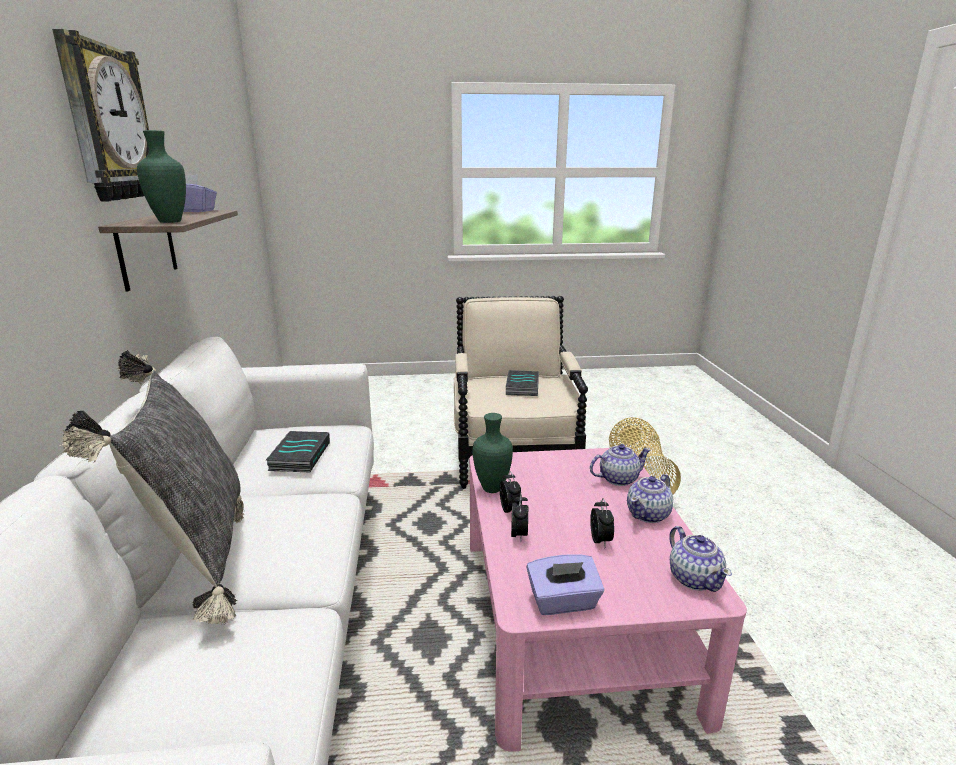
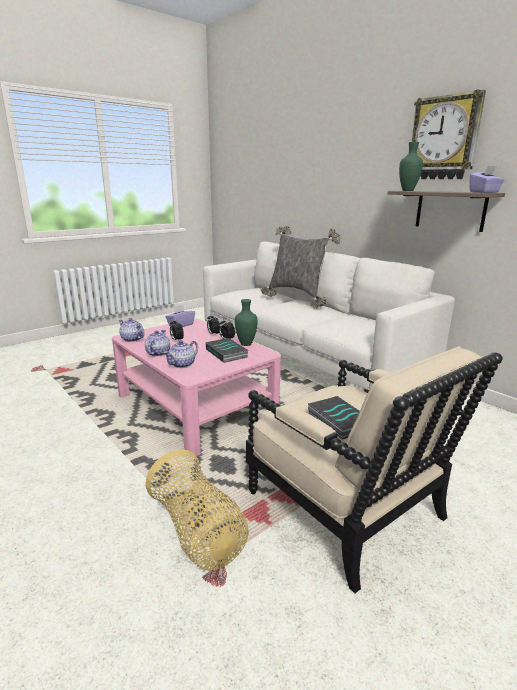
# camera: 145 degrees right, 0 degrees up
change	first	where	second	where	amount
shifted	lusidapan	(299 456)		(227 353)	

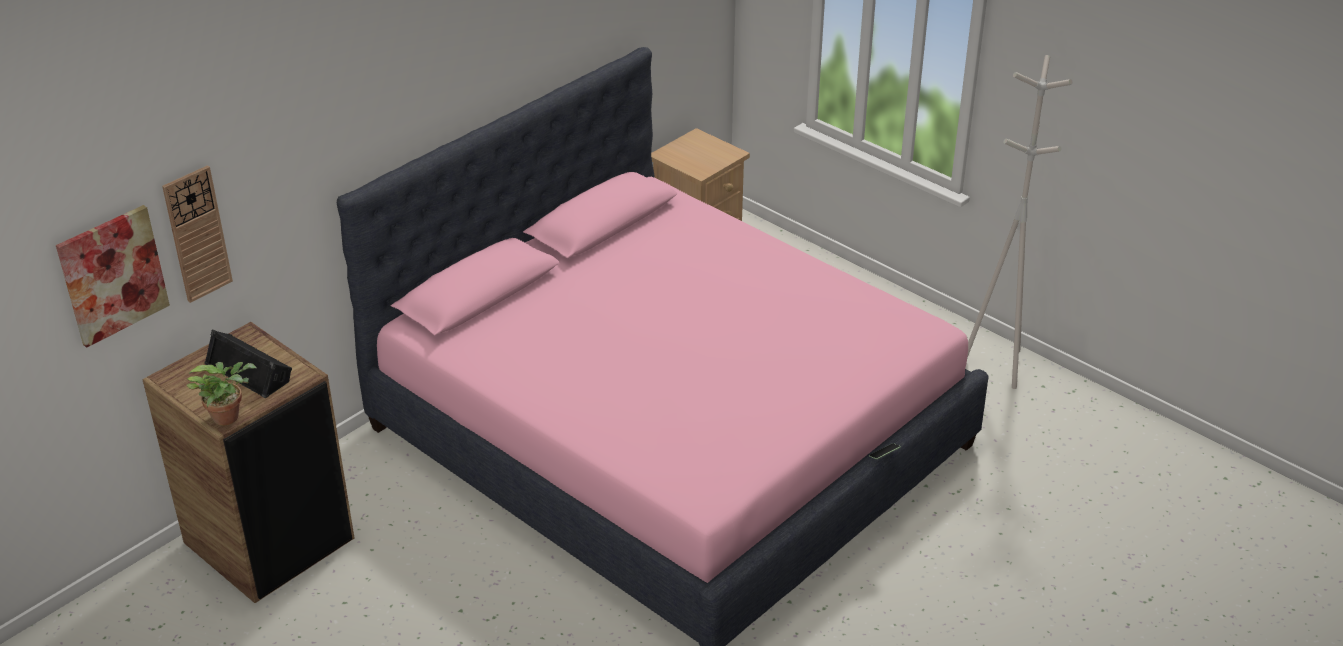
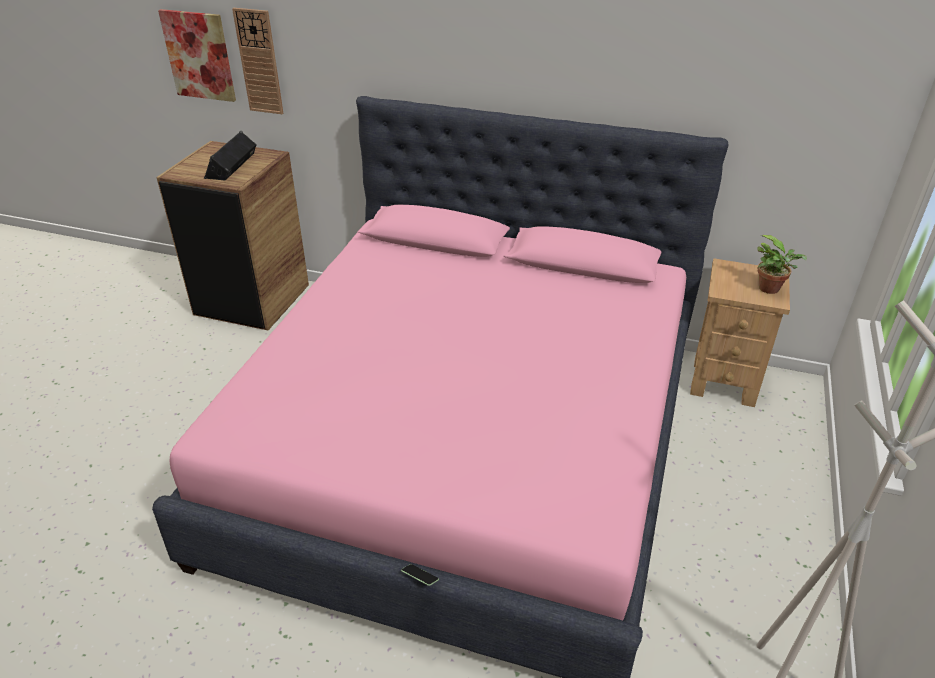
# camera: 65 degrees right, 0 degrees up
change	first	where	second	where	amount
shifted	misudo	(229 416)		(771 289)	

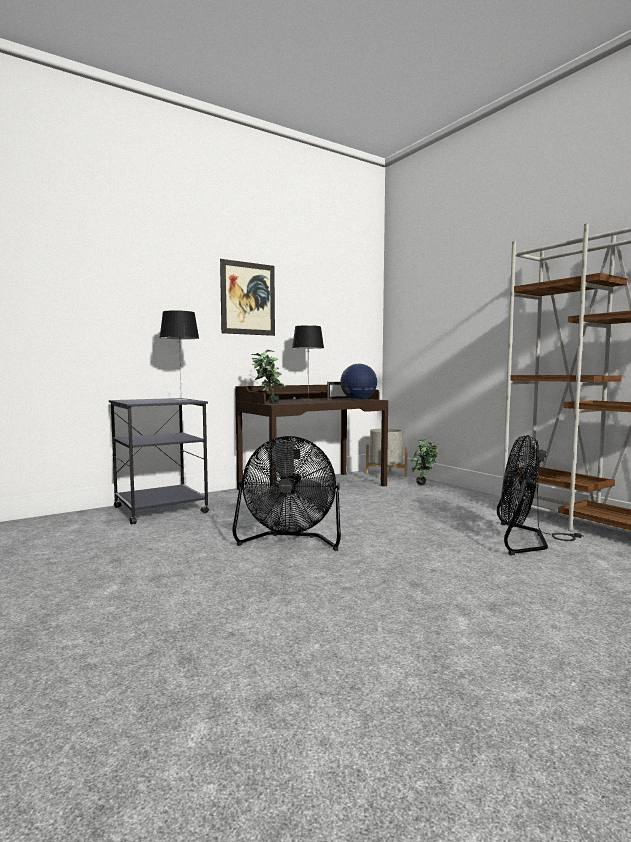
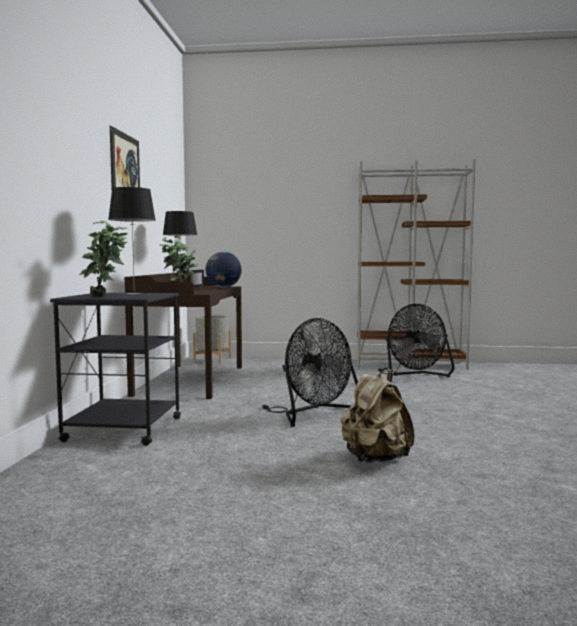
# camera: 50 degrees left, 0 degrees up
change	first	where	second	where	amount
new			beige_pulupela	(374 459)	
shifted	misudo	(424 485)		(106 297)	
rotated	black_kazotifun	(527 539)		(410 376)	75 degrees counterclockwise

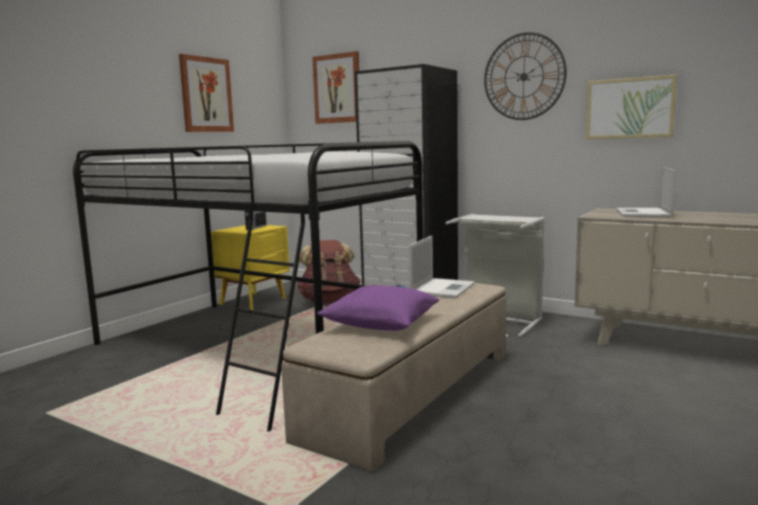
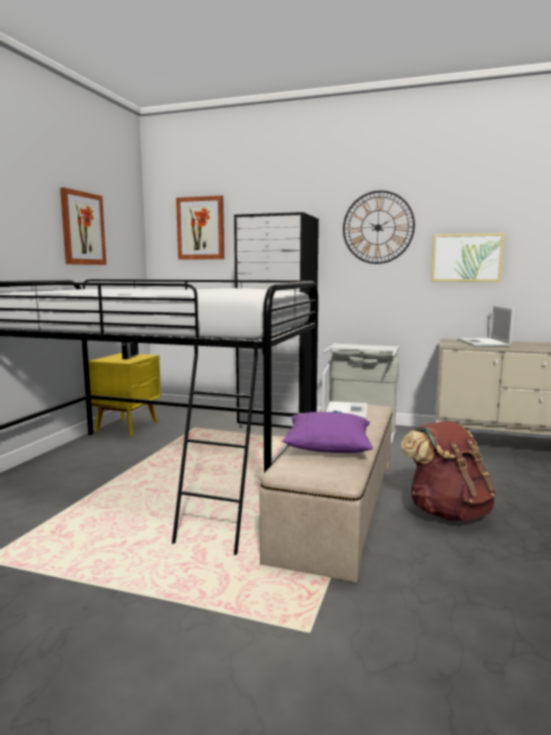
# camera: 15 degrees left, 0 degrees up
change	first	where	second	where	amount
shifted	brown_pulupela	(329 302)		(447 512)	

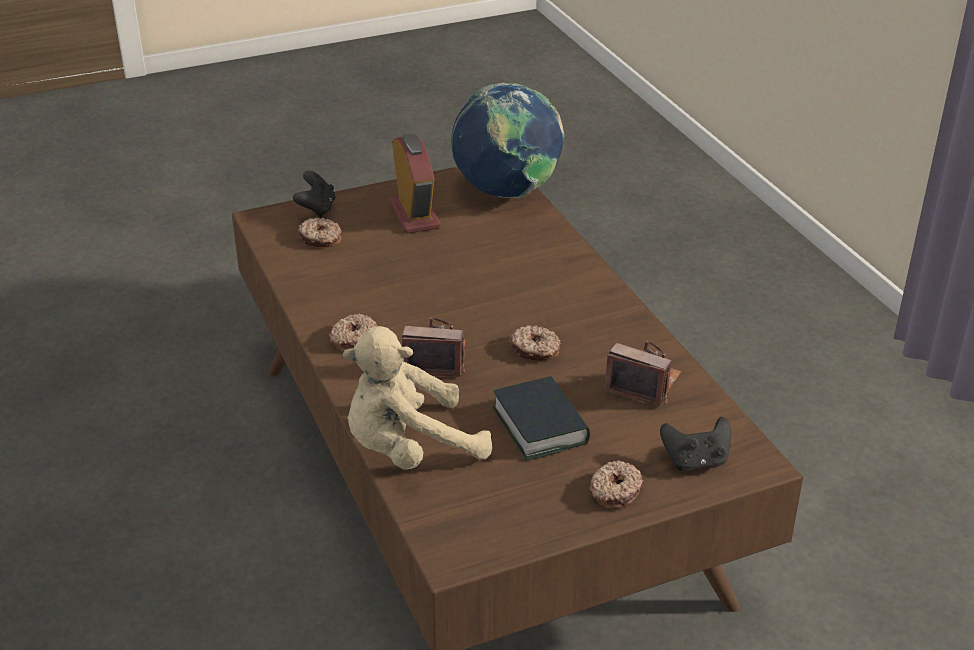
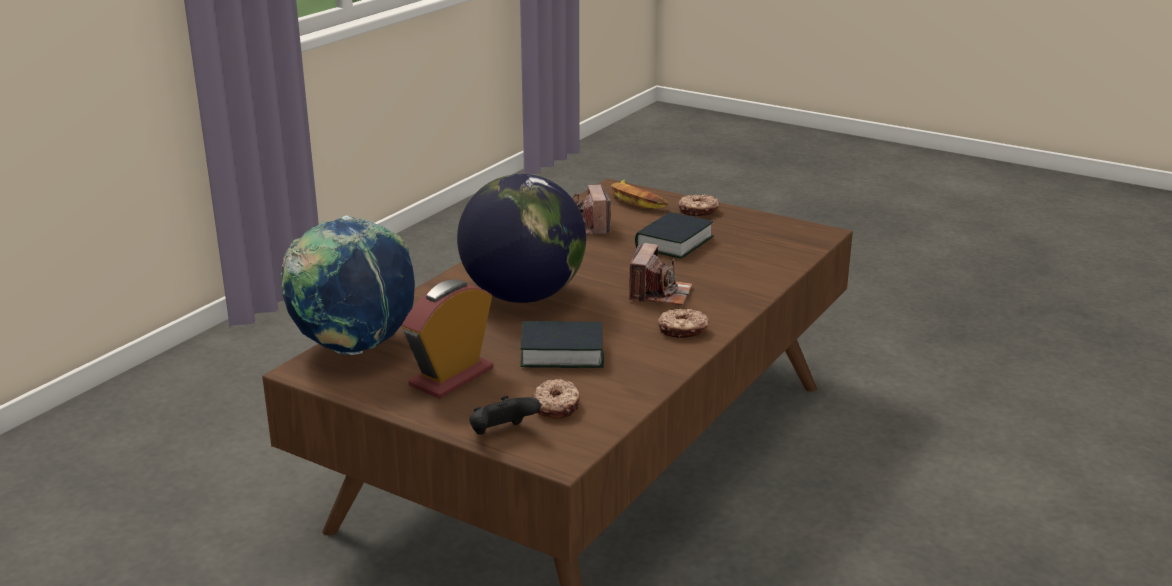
# camera: 125 degrees left, 10 degrees down
change	first	where	second	where	amount
gone	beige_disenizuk	(409 449)			
gone	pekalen	(535 350)			
new			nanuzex	(523 295)	
new			lusidapan	(561 353)	
swapped	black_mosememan	(695 461)	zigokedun	(637 200)	
rotated	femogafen	(435 360)		(659 293)	135 degrees counterclockwise

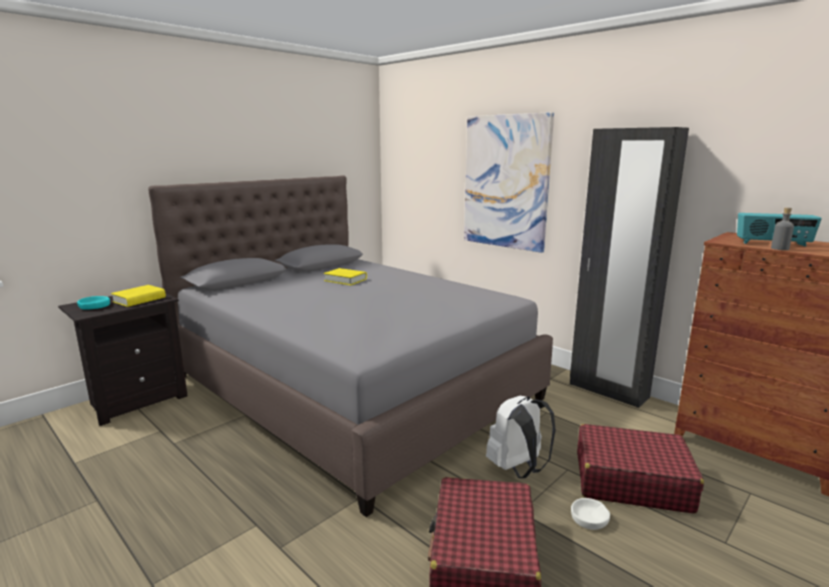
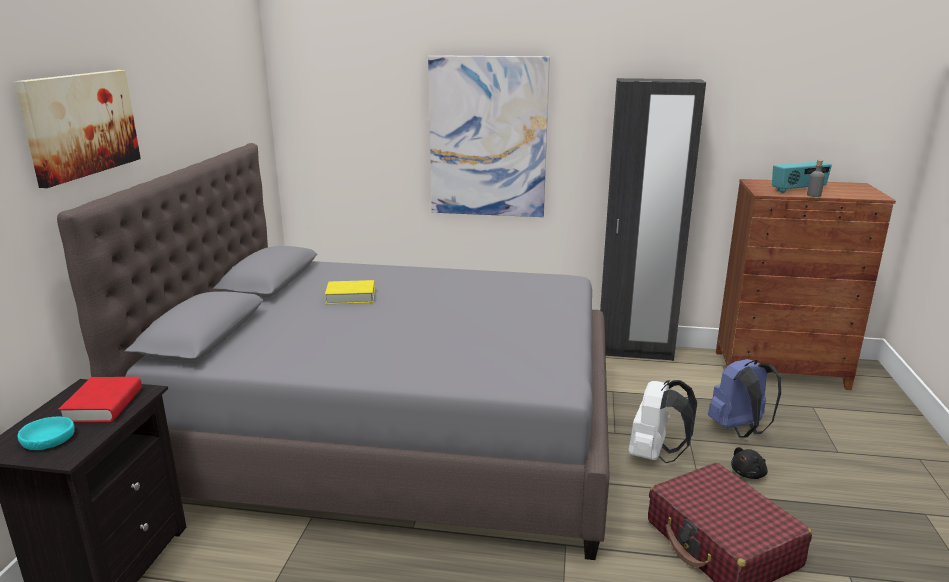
# camera: 35 degrees left, 5 degrees up
change	first	where	second	where	amount
new			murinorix	(80 124)	
swapped	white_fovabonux	(589 518)	black_disenizuk	(749 474)	
swapped	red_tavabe	(631 481)	blue_pulupela	(739 429)	
repainted	yellow_lusidapan	(139 300)	red_lusidapan	(104 405)	

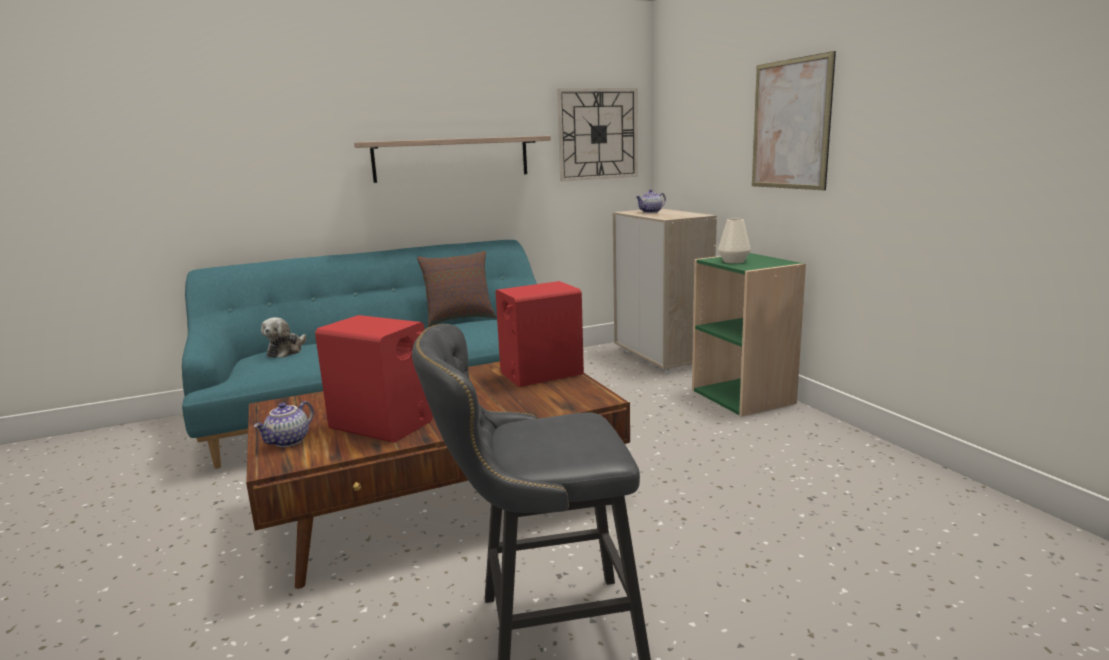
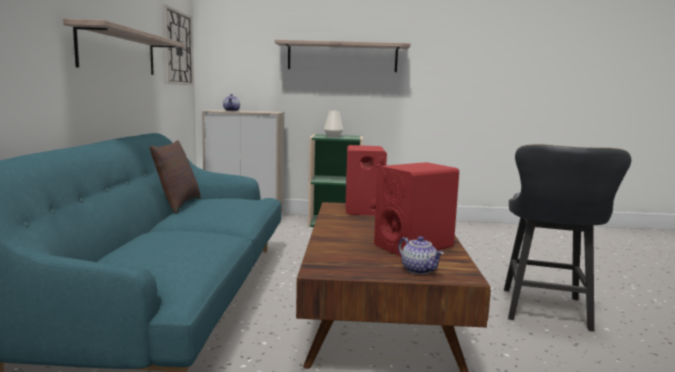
# camera: 65 degrees left, 5 degrees down
change	first	where	second	where	amount
gone	disenizuk	(286 351)			
swapped	murinorix	(790 125)	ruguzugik	(342 57)	

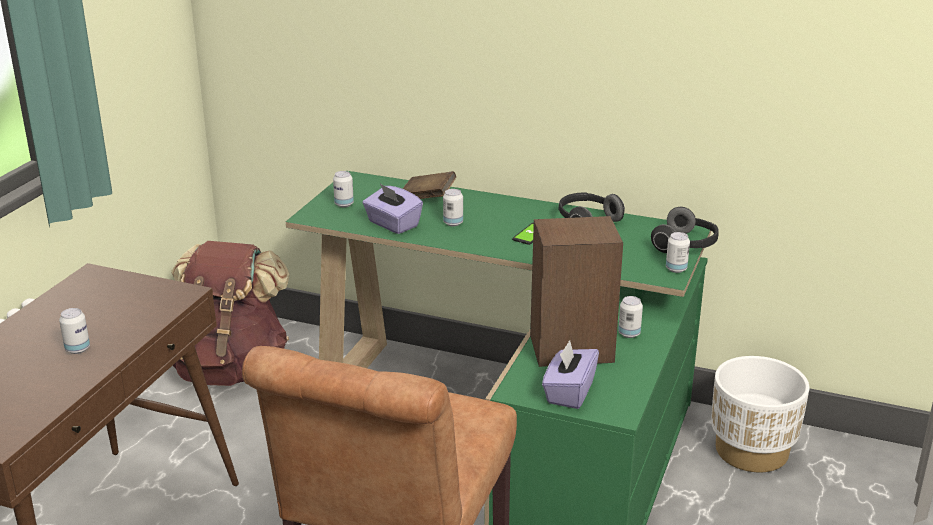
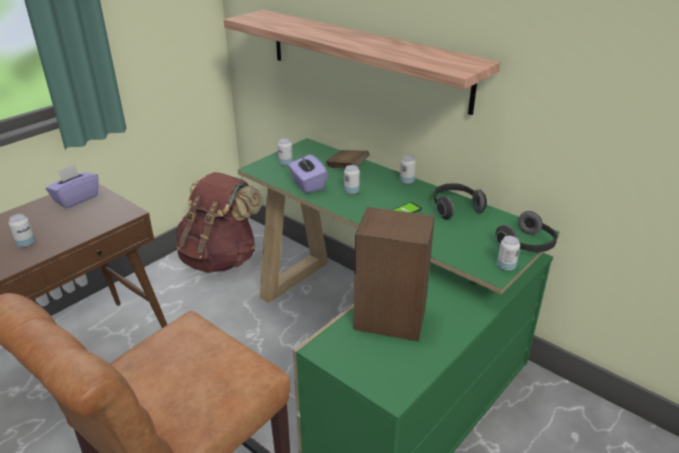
# camera: 20 degrees right, 5 degrees up
change	first	where	second	where	amount
gone	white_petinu	(751 451)			
new			ruguzugik	(365 58)	
shifted	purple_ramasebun	(569 392)		(76 199)	
shifted	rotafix	(629 334)		(406 181)	

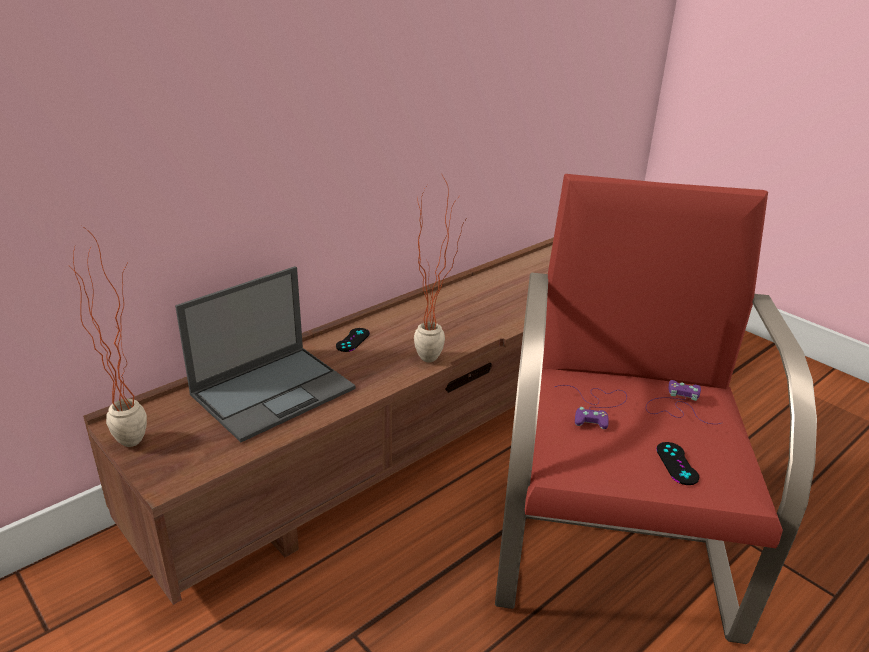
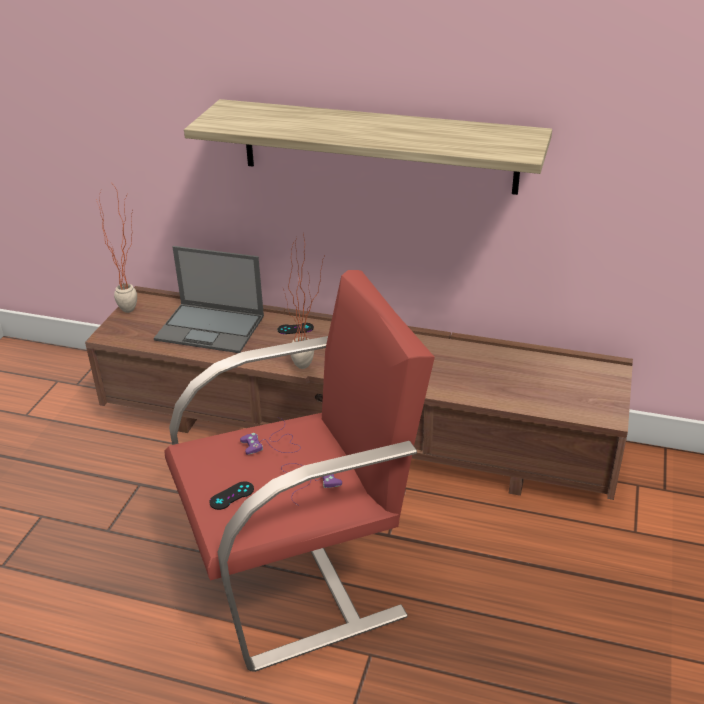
# camera: 60 degrees right, 5 degrees up
change	first	where	second	where	amount
new			ruguzugik	(378 146)	

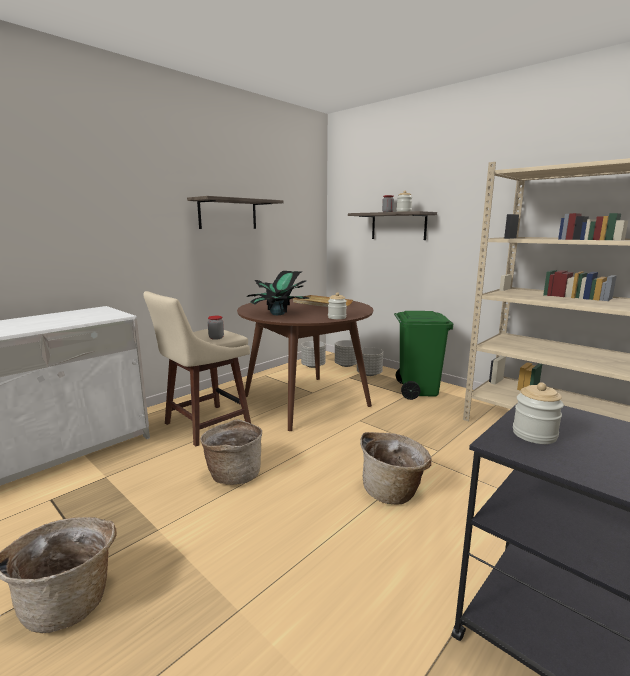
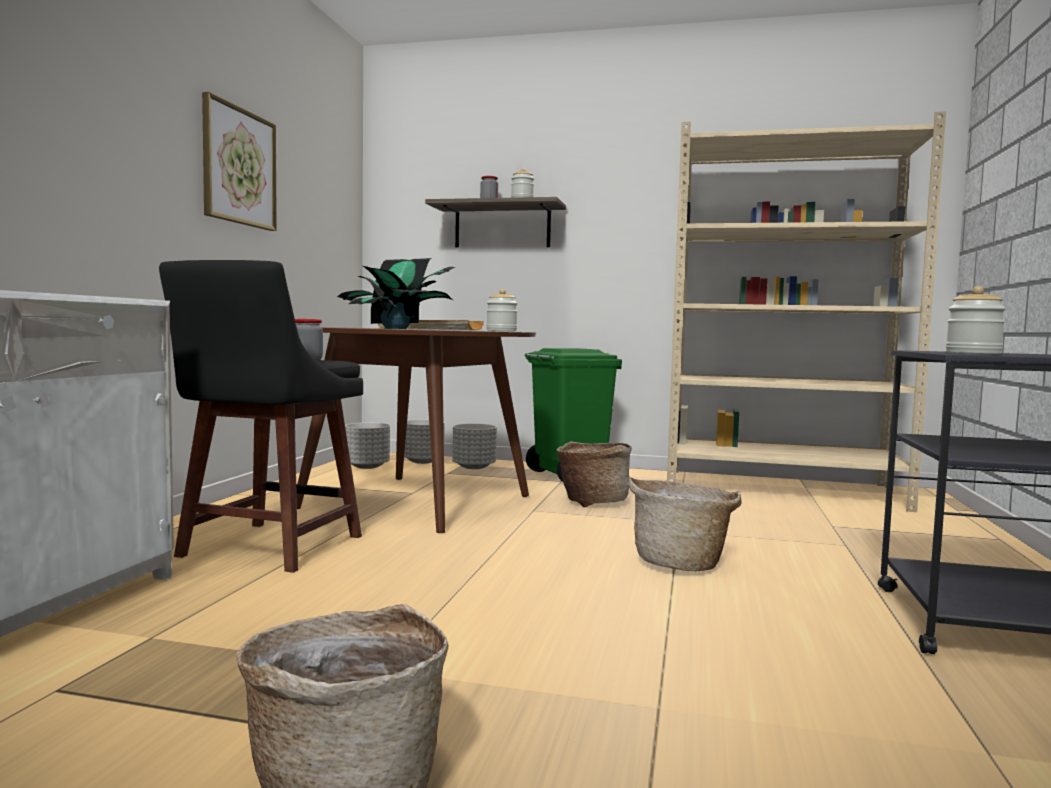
# camera: 30 degrees left, 10 degrees down
change	first	where	second	where	amount
shifted	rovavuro	(234 474)		(591 502)	
swapped	ruguzugik	(228 214)	murinorix	(239 167)	
repainted	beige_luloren	(203 425)	black_luloren	(266 548)	

